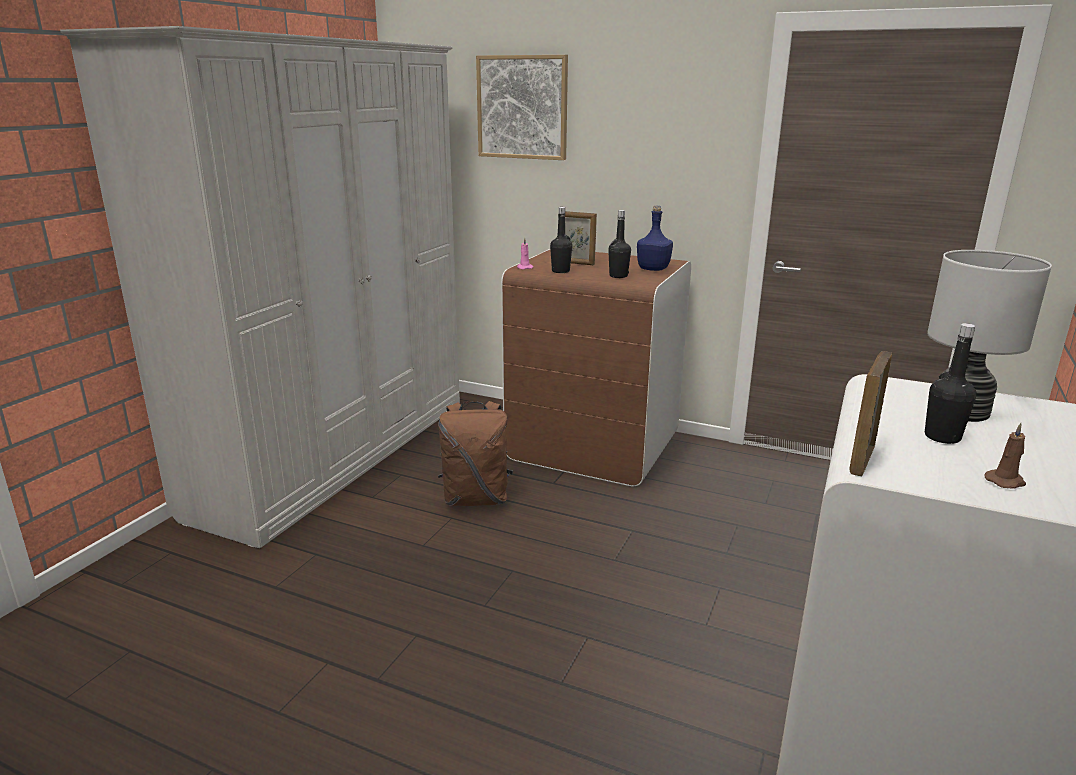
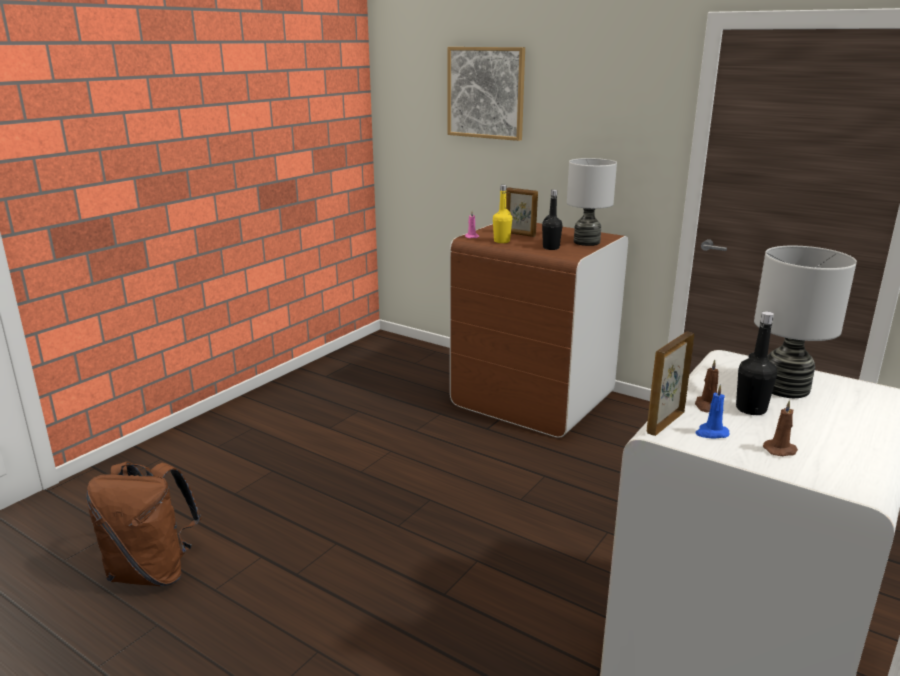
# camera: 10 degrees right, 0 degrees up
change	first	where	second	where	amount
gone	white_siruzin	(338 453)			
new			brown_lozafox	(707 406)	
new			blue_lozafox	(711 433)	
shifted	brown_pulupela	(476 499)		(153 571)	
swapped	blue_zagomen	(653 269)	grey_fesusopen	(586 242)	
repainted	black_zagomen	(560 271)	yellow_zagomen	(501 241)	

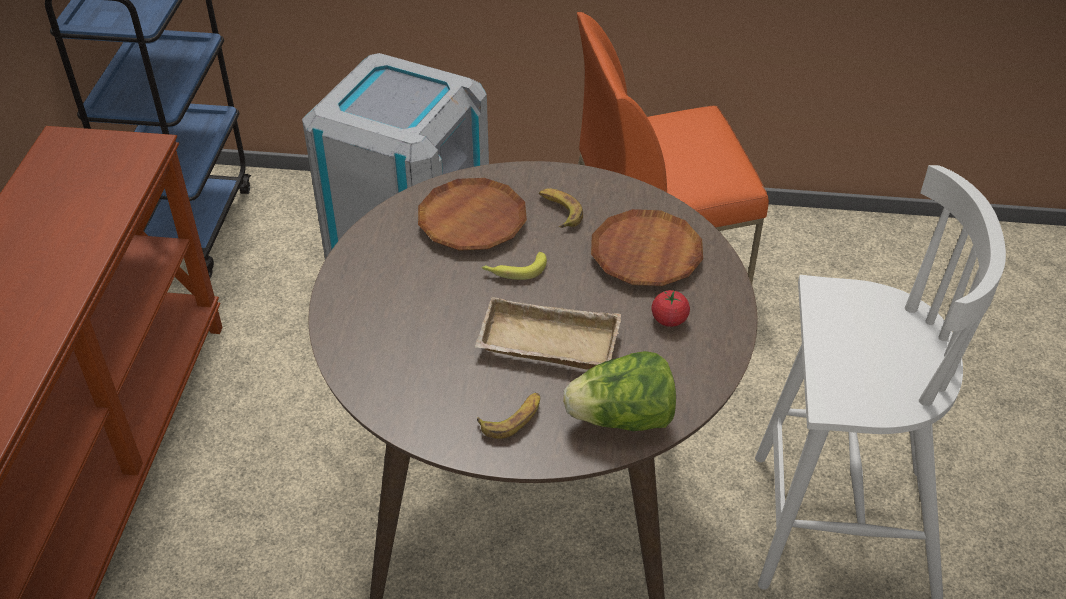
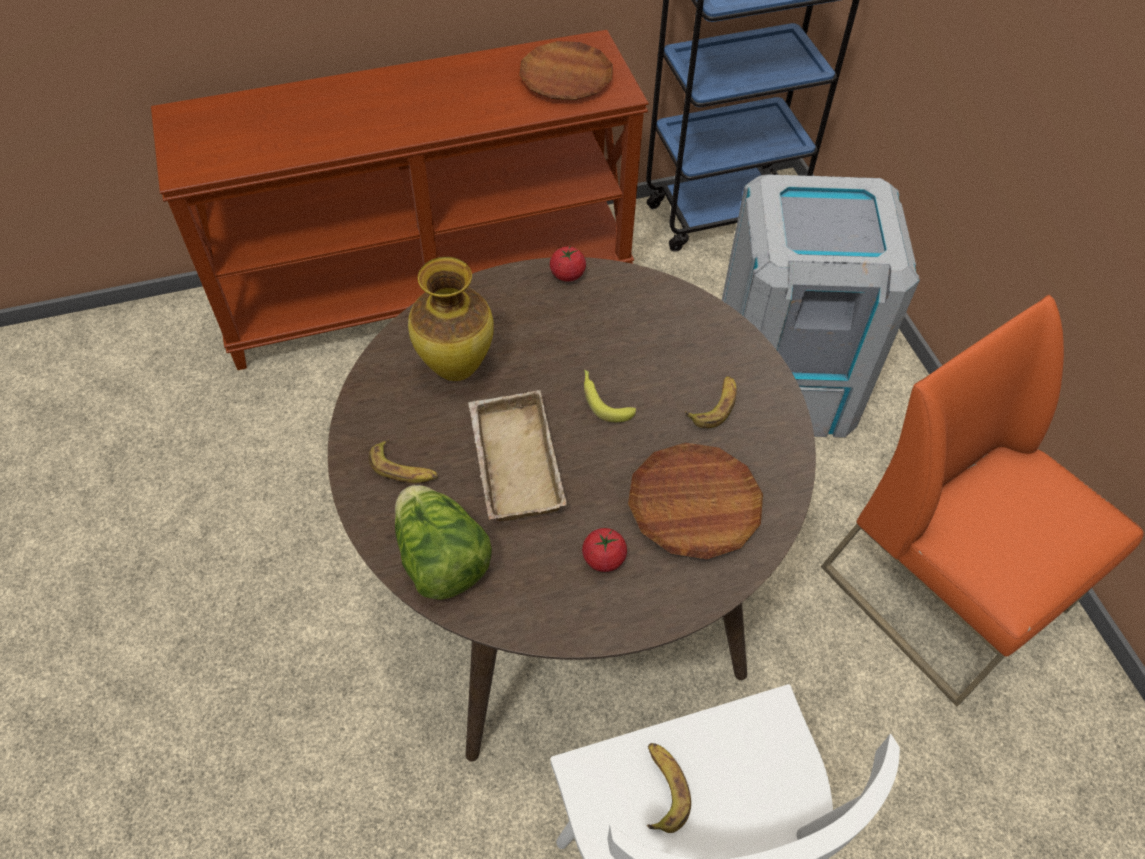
# camera: 65 degrees right, 10 degrees up
change	first	where	second	where	amount
new			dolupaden	(456 370)	
new			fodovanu	(567 274)	
new			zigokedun	(662 788)	
shifted	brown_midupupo	(472 220)		(566 77)	

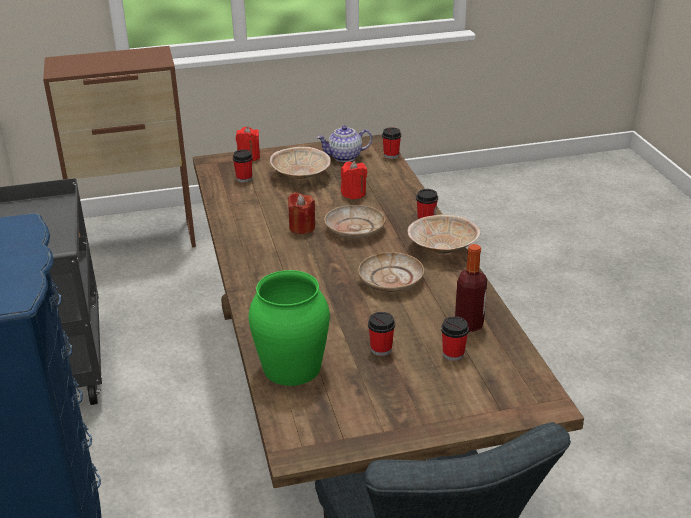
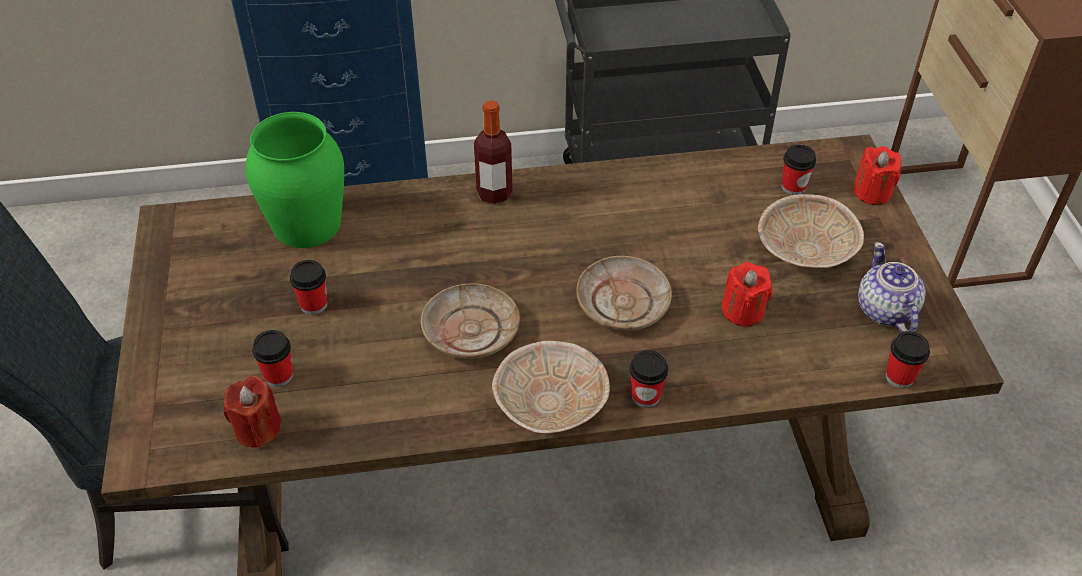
# camera: 95 degrees right, 15 degrees up
change	first	where	second	where	amount
shifted	red_lozafox	(302 227)		(257 429)	
shifted	zagomen	(469 324)		(494 193)	

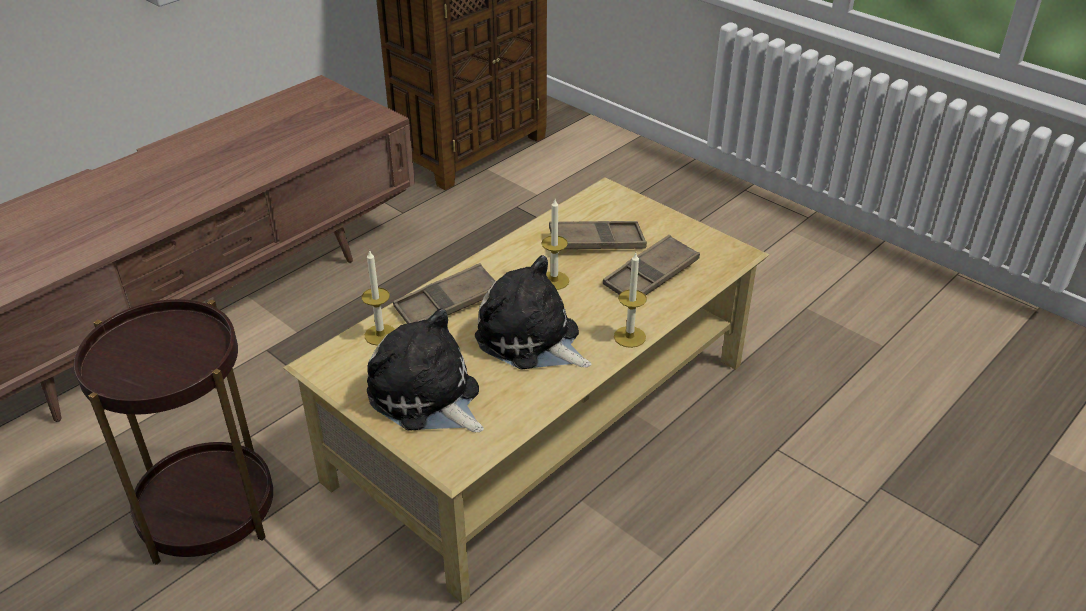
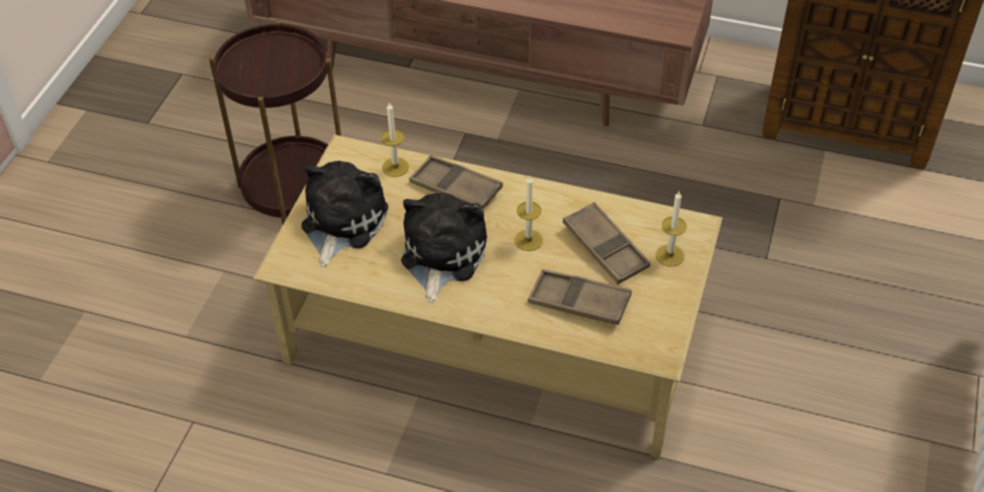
# camera: 65 degrees right, 10 degrees up
change	first	where	second	where	amount
shifted	lozafox	(629 337)		(669 255)	

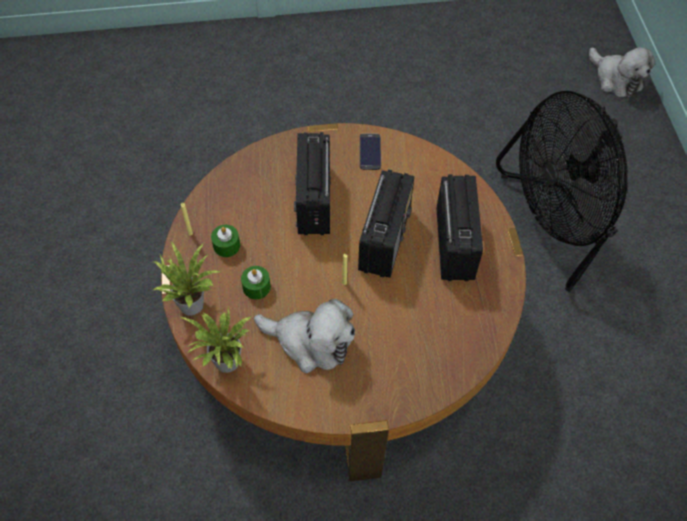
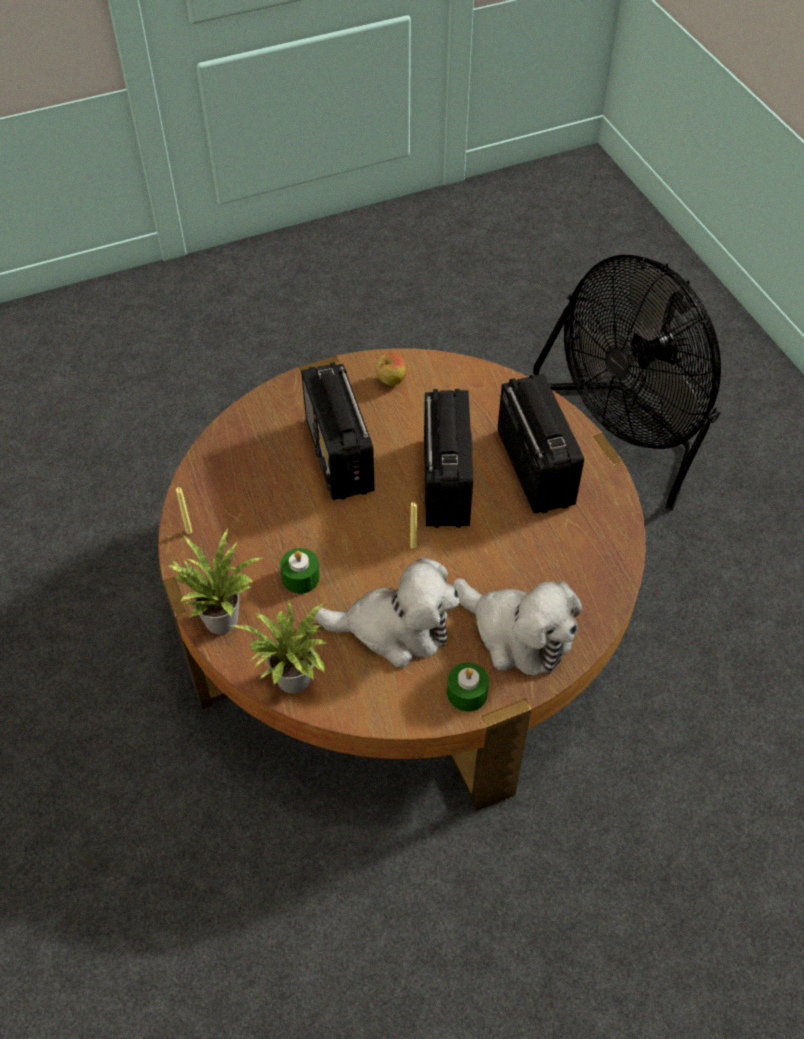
# camera: 15 degrees left, 5 degrees down
change	first	where	second	where	amount
shifted	green_lozafox	(226 245)		(467 693)	
shifted	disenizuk	(615 79)		(517 634)	
swapped	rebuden	(370 152)	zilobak	(390 381)	

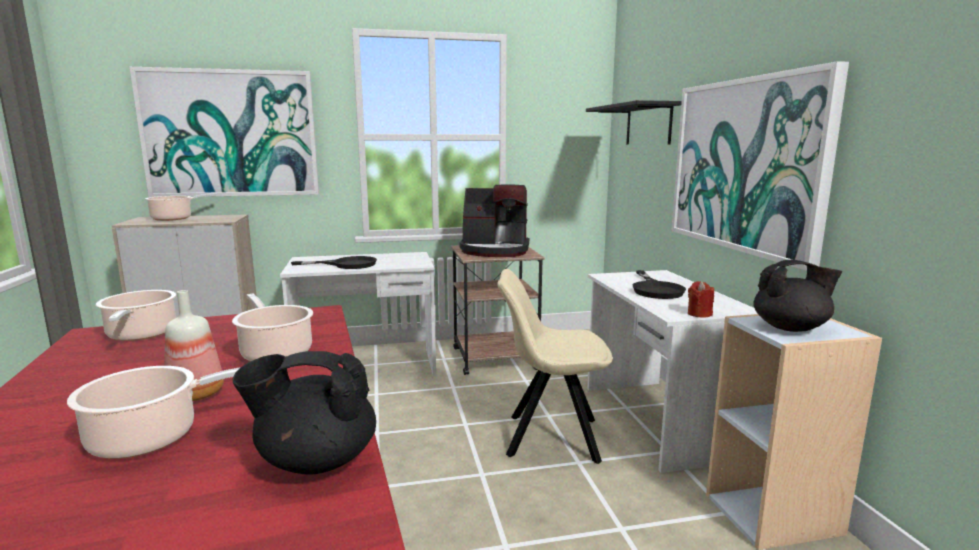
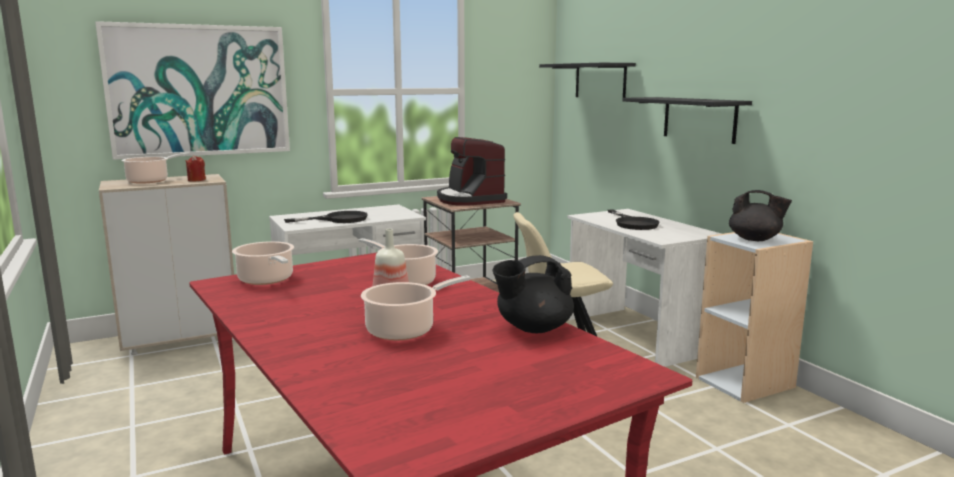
# camera: 15 degrees left, 0 degrees up
change	first	where	second	where	amount
shifted	red_lozafox	(699 314)		(196 180)	
swapped	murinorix	(745 165)	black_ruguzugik	(699 119)	
rotated	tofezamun	(495 250)		(470 199)	75 degrees clockwise
rotated	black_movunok	(791 328)		(755 239)	45 degrees clockwise

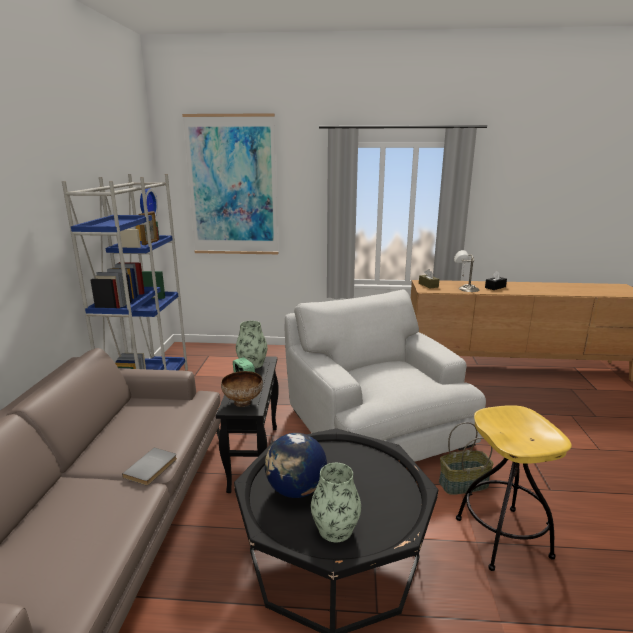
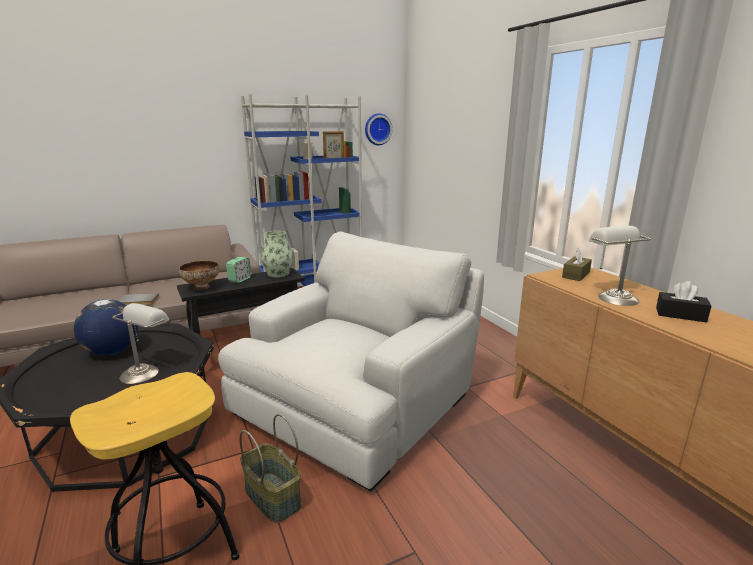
# camera: 60 degrees right, 0 degrees up
change	first	where	second	where	amount
gone	murinorix	(233 186)			
gone	dolupaden	(335 529)			
new			white_fesusopen	(145 370)	

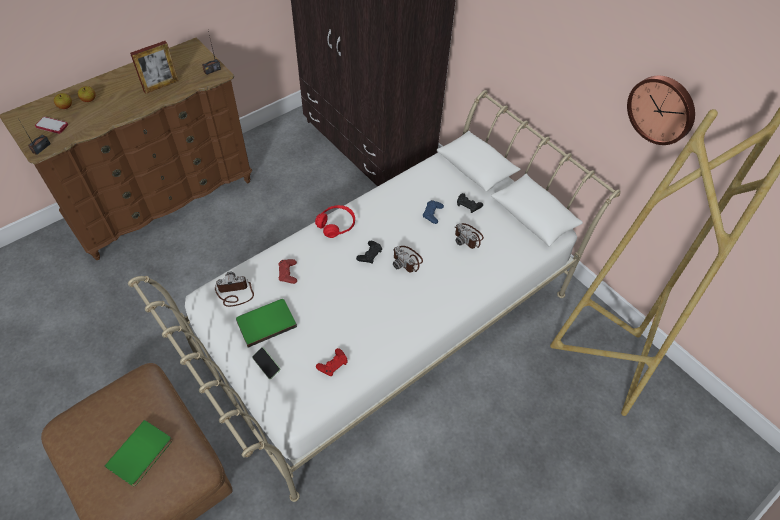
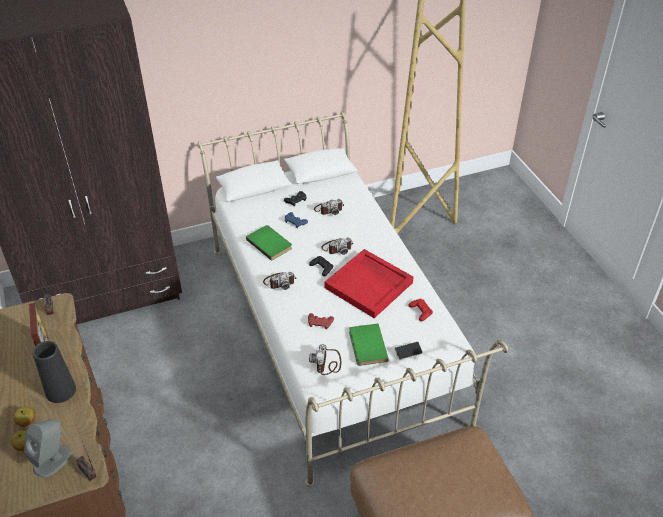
# camera: 70 degrees left, 10 degrees down
change	first	where	second	where	amount
gone	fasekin	(662 109)			
new			black_dolupaden	(60 390)	
new			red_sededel	(369 285)	
shifted	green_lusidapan	(142 454)		(270 243)	
swapped	rebuden	(52 126)	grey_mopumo	(52 460)	
swapped	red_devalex	(336 225)	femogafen	(279 282)	

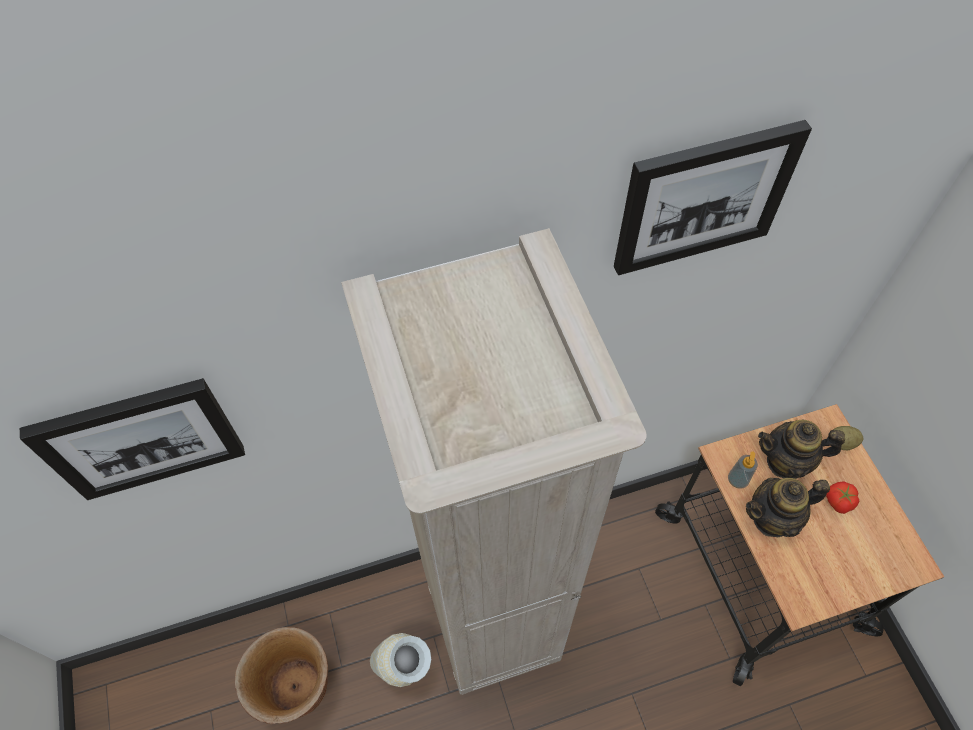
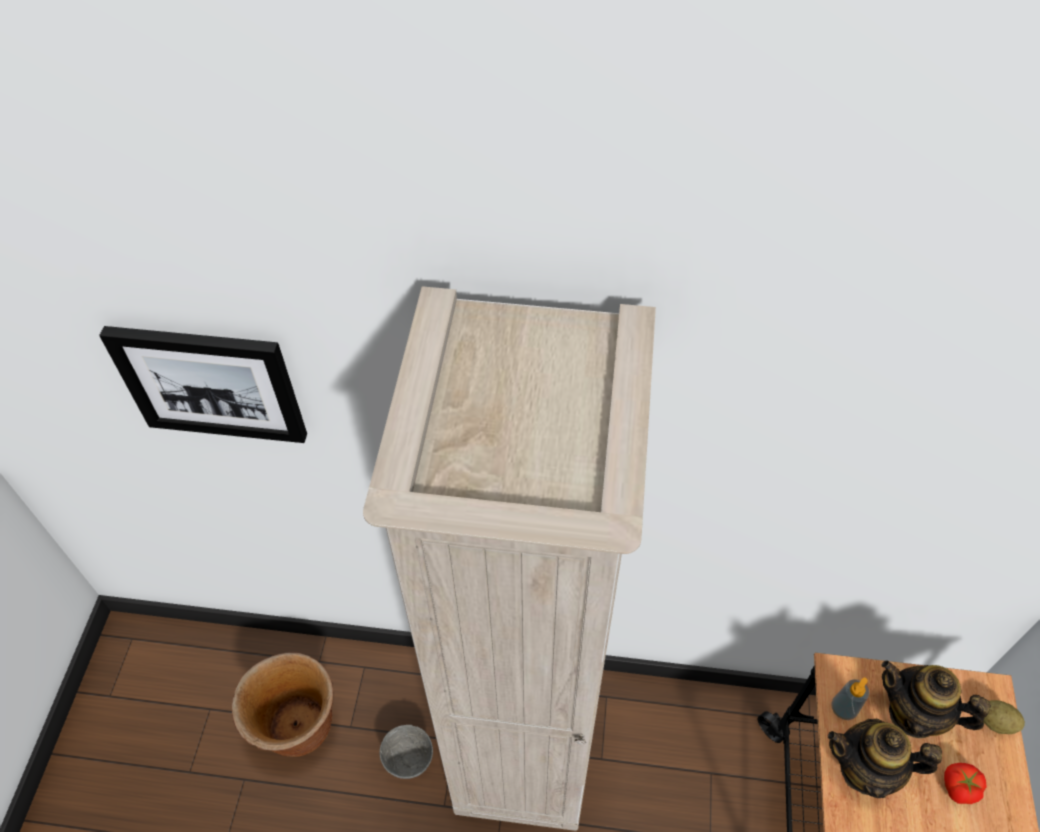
# camera: 25 degrees right, 5 degrees down
change	first	where	second	where	amount
gone	murinorix	(703 197)			
swapped	dolupaden	(404 671)	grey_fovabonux	(409 761)	

